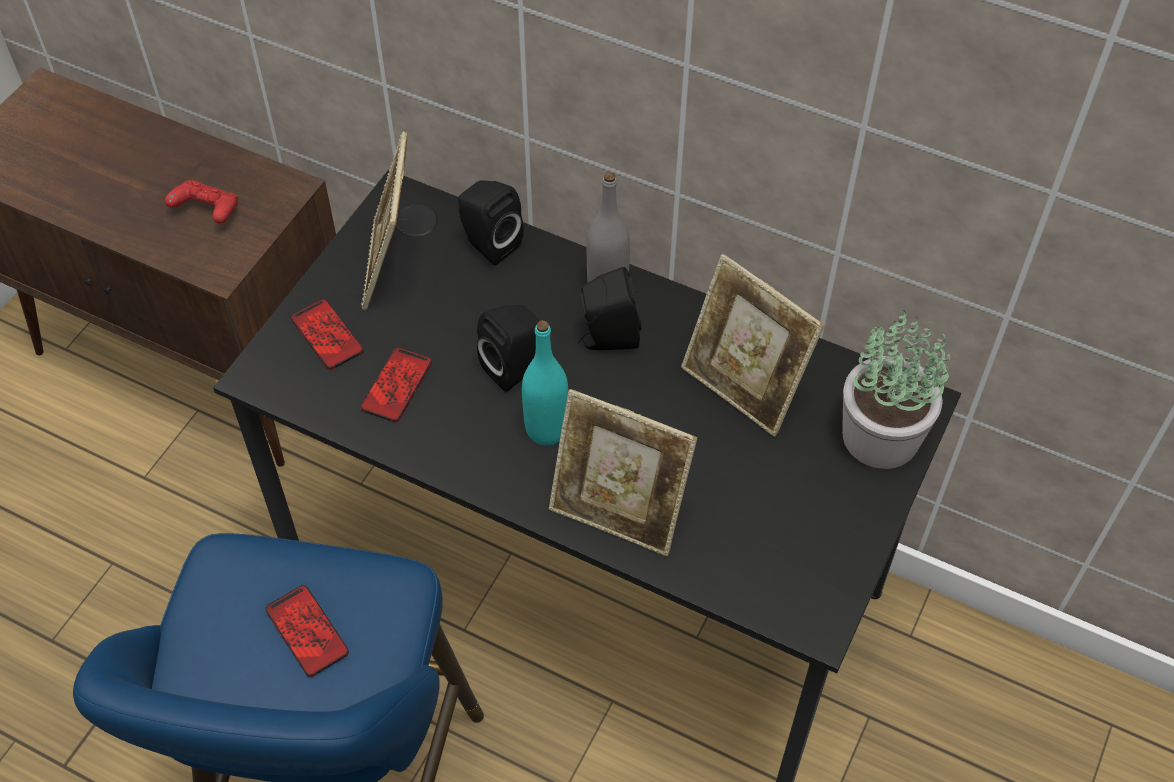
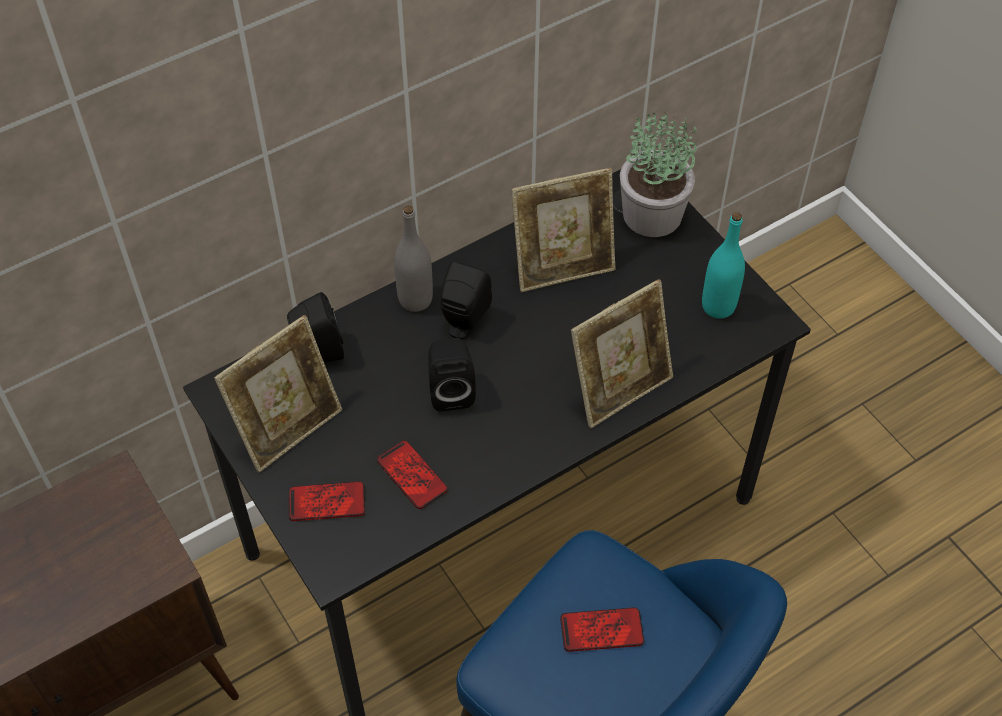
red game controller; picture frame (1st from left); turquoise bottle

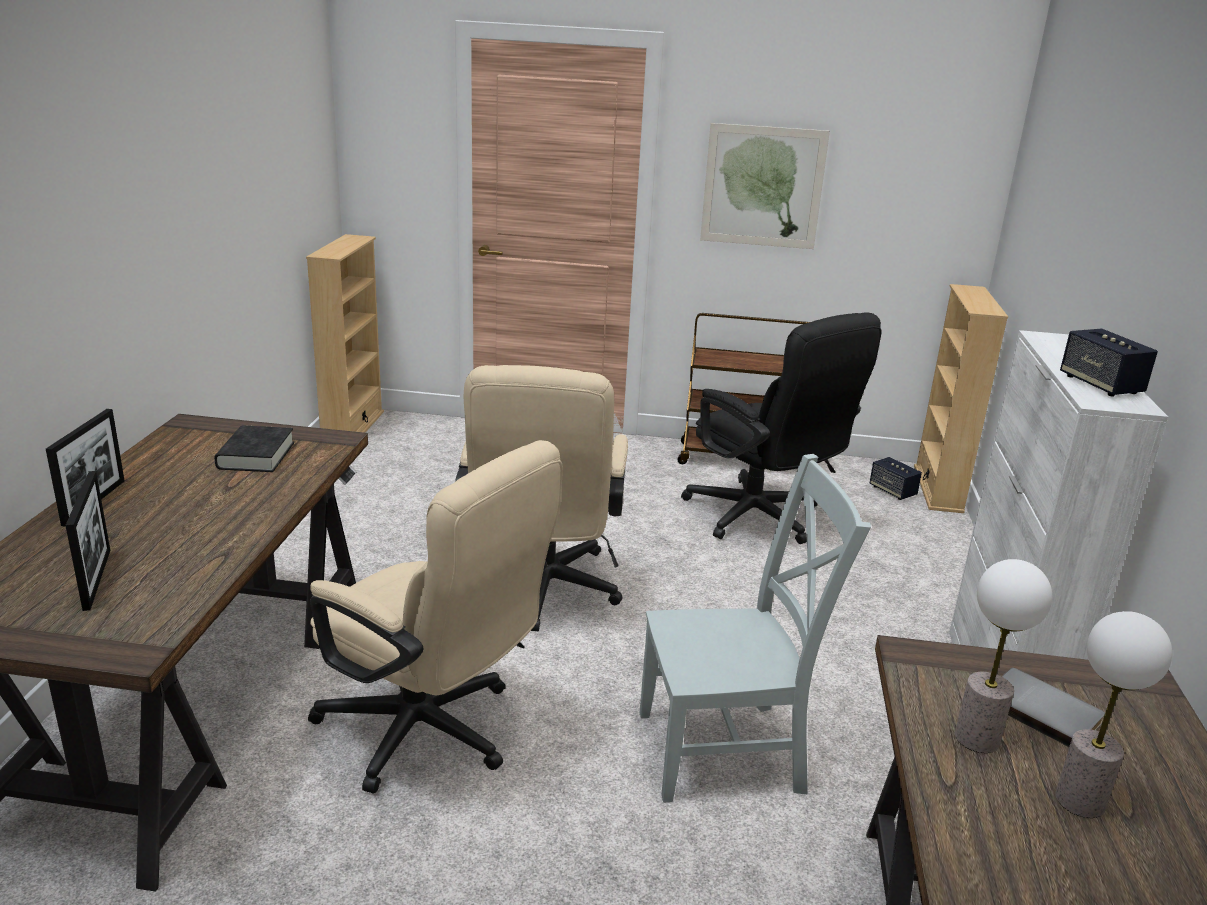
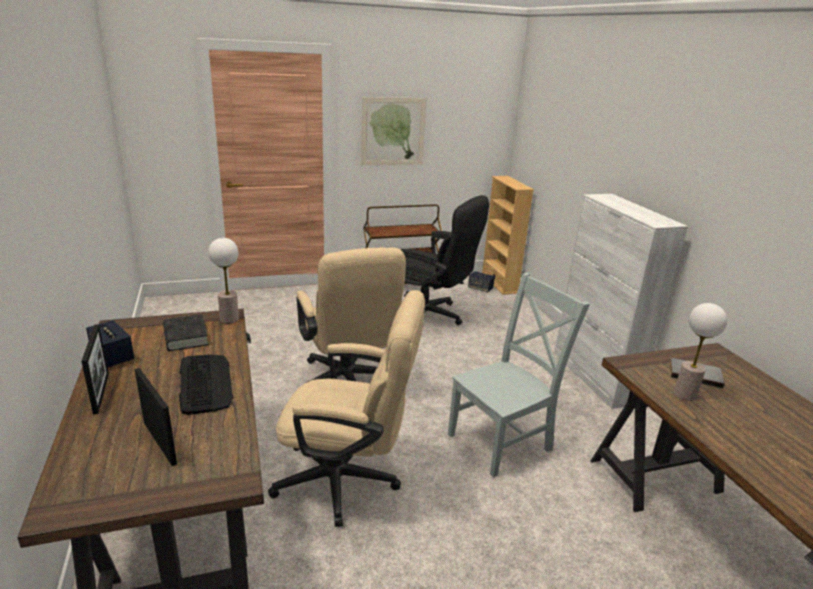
beige bookcase (1st from left in the first image); table lamp (1st from left); speaker (1st from left); keyboard

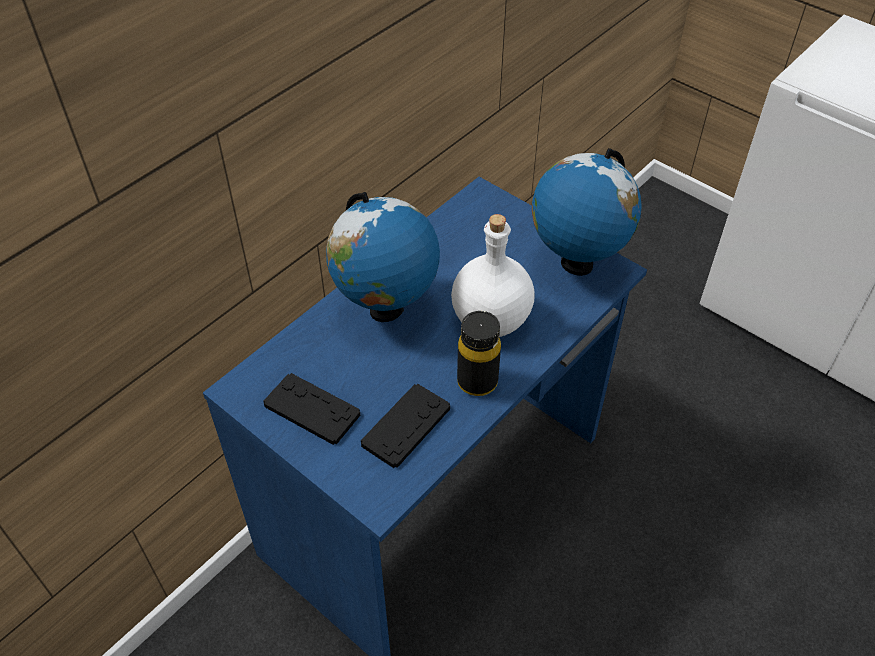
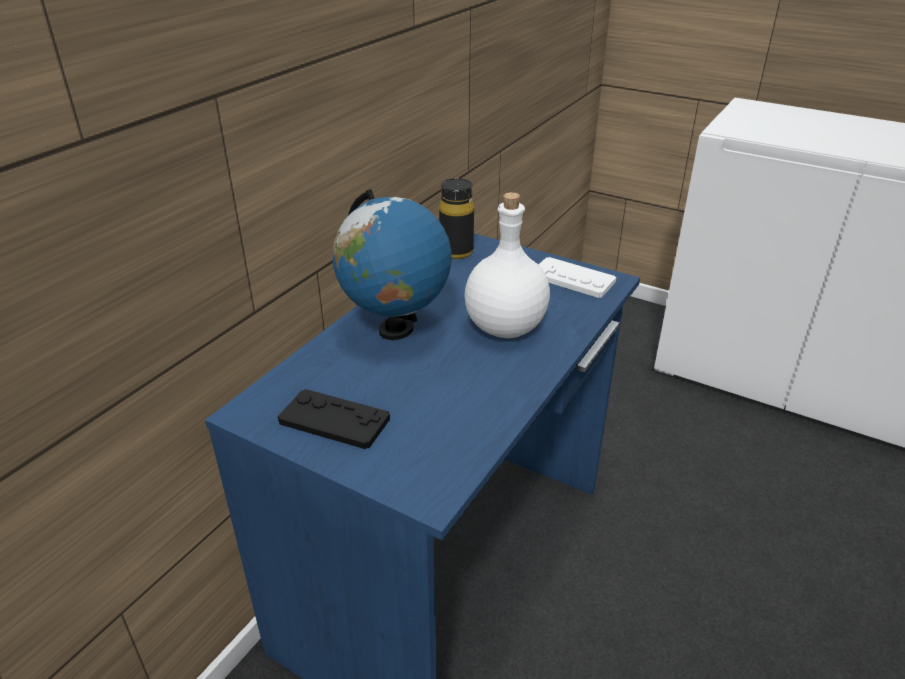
black game controller (2nd from left in the first image); black bottle; white game controller

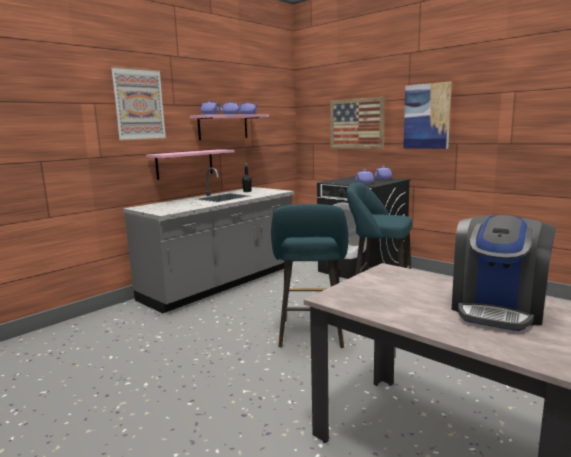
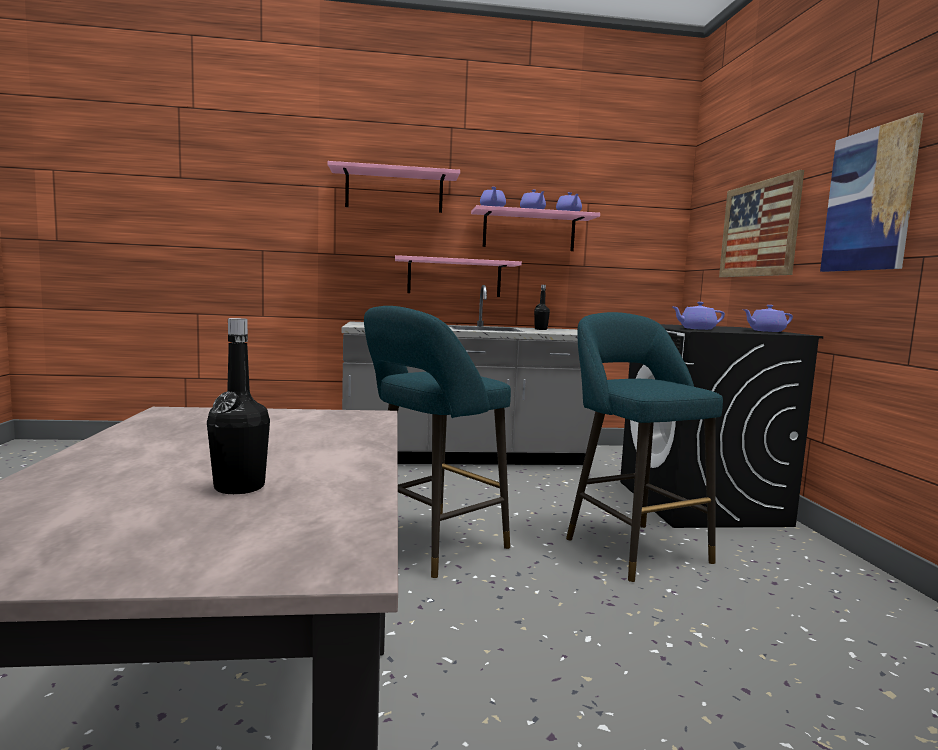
pink shelf (1st from left); black bottle (1st from left)

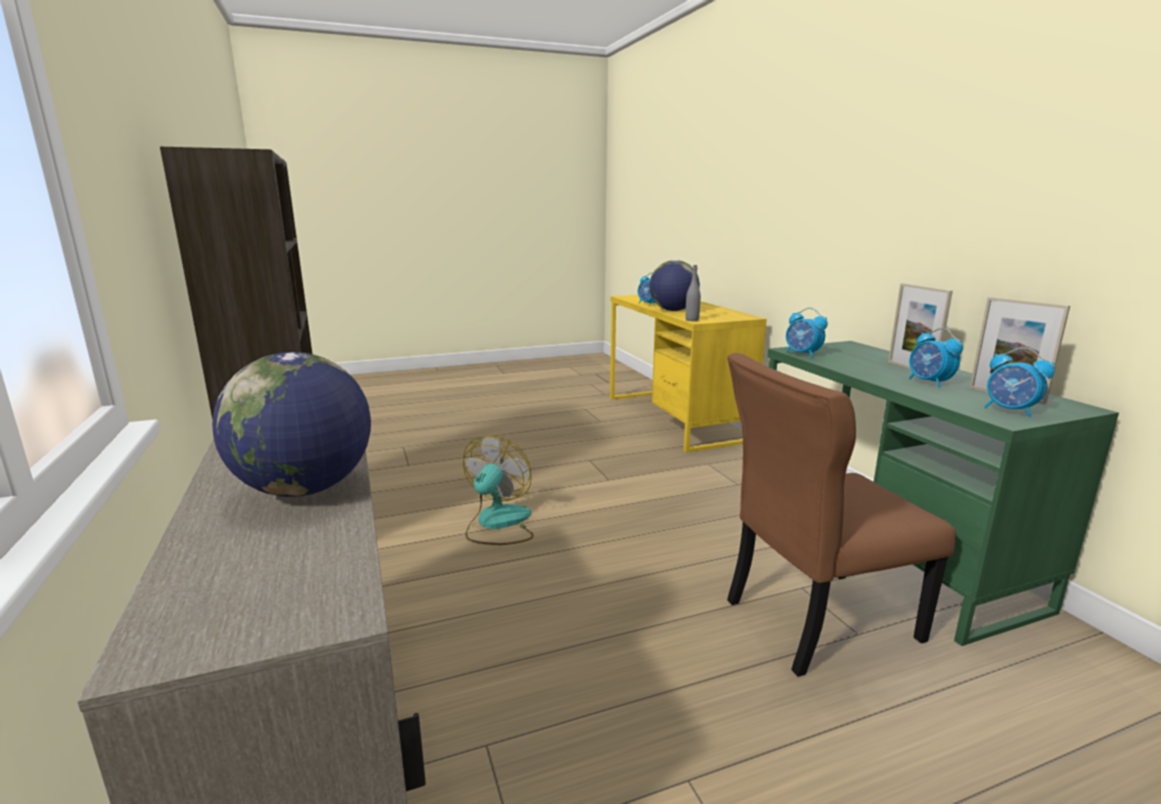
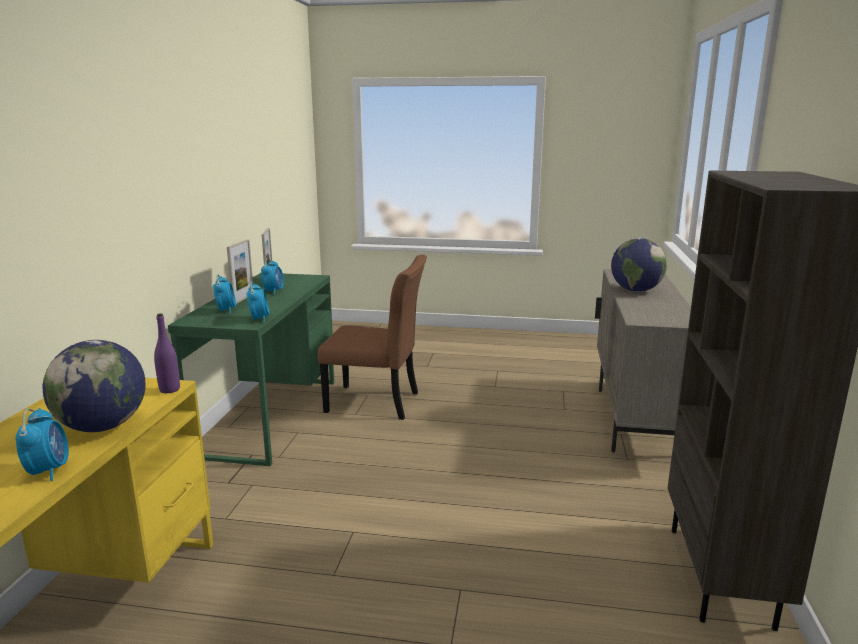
fan; purple bottle; alarm clock (2nd from left)

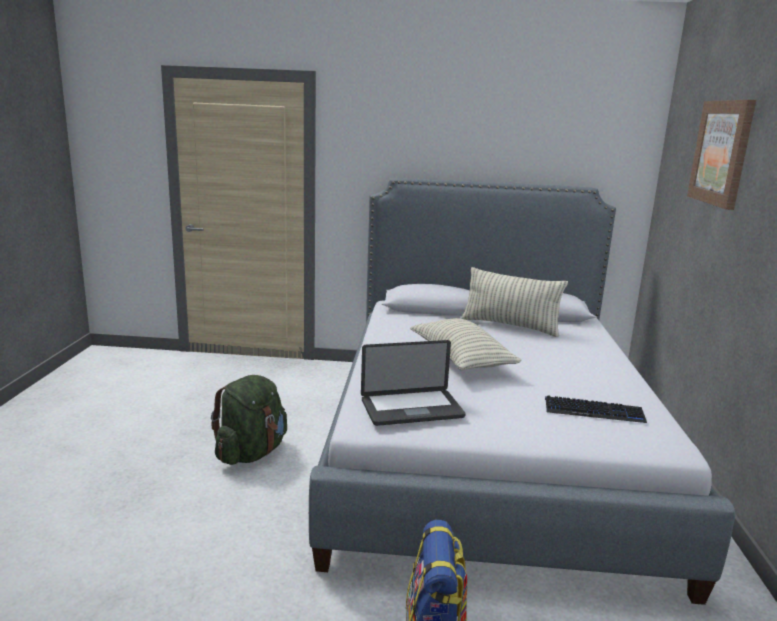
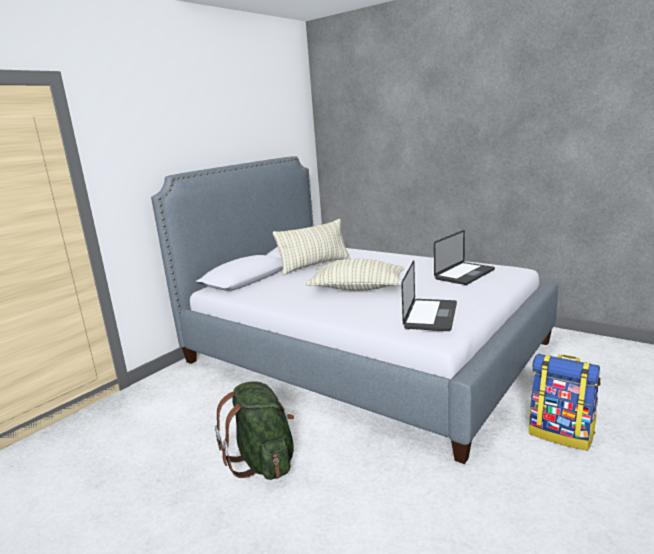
laptop (2nd from left); picture

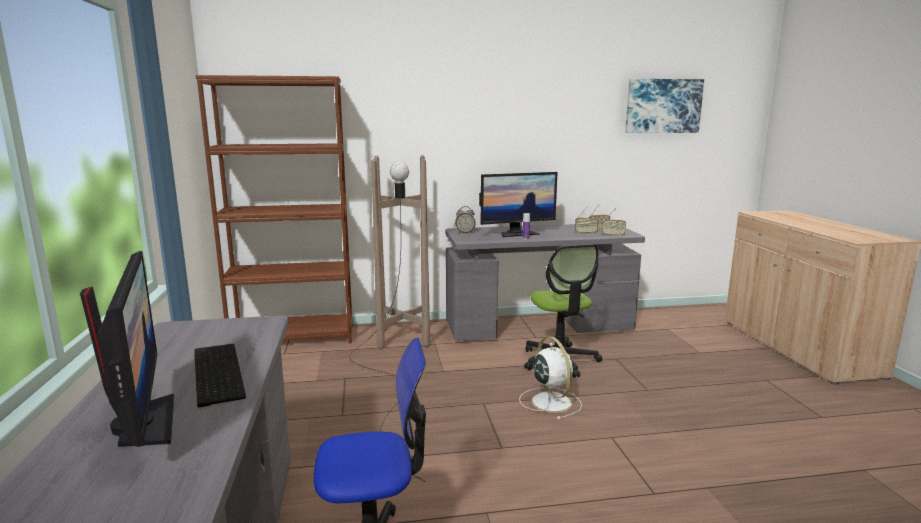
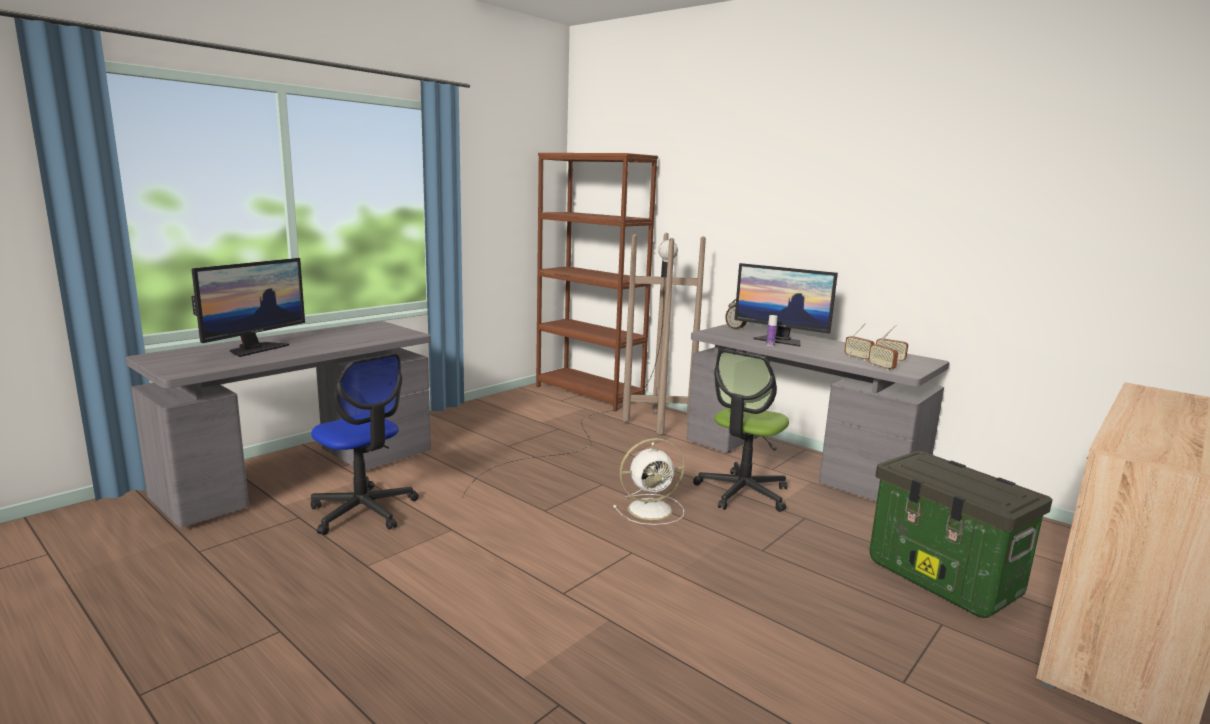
keyboard; white fan; picture; storage box

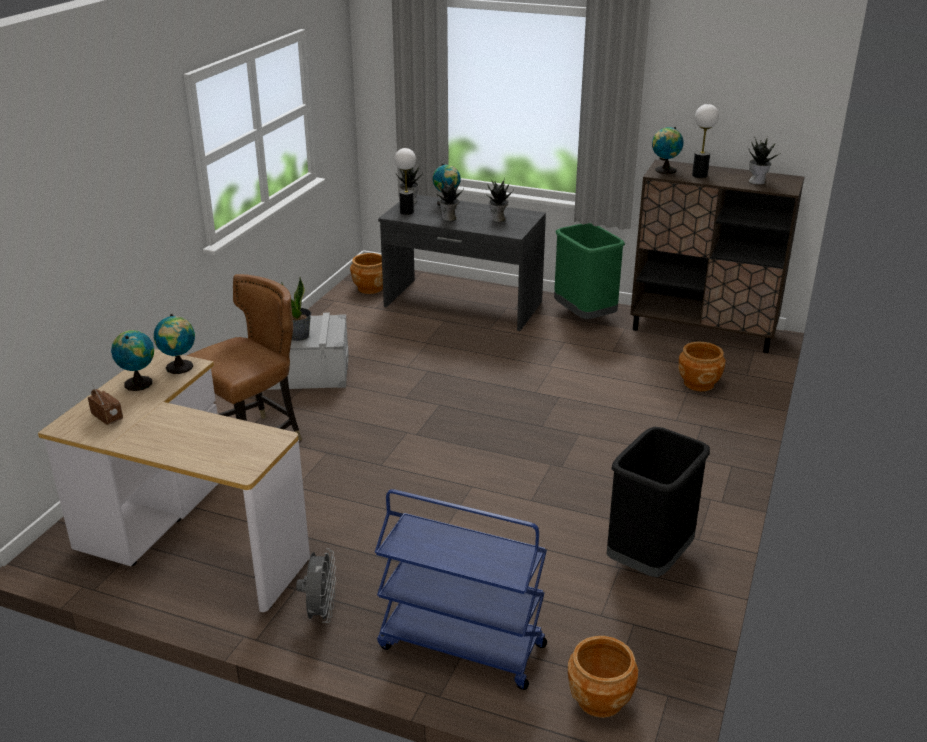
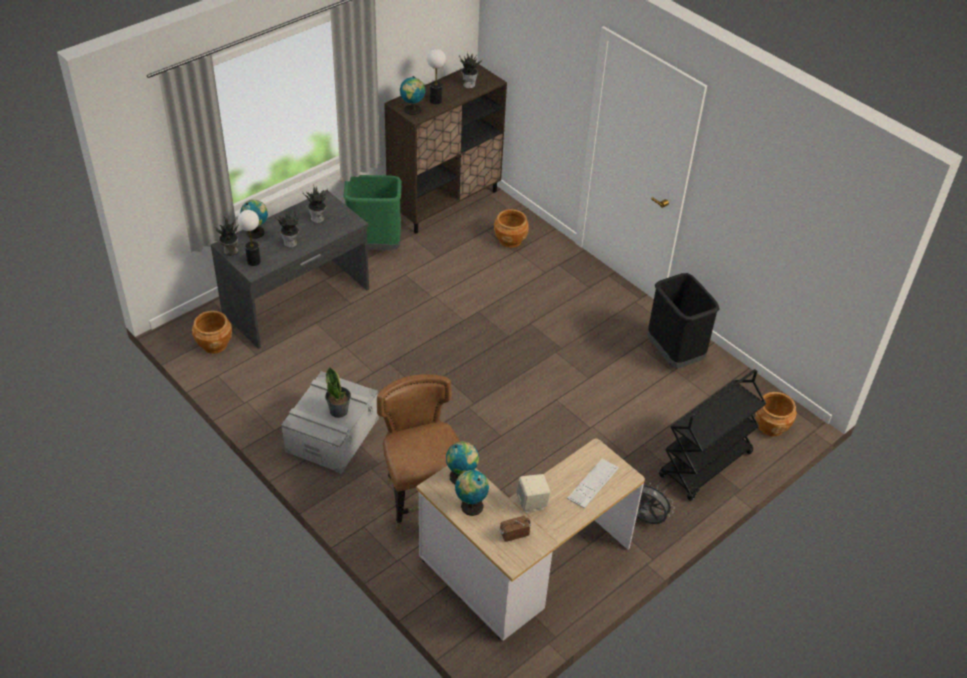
black cart; beige speaker; keyboard

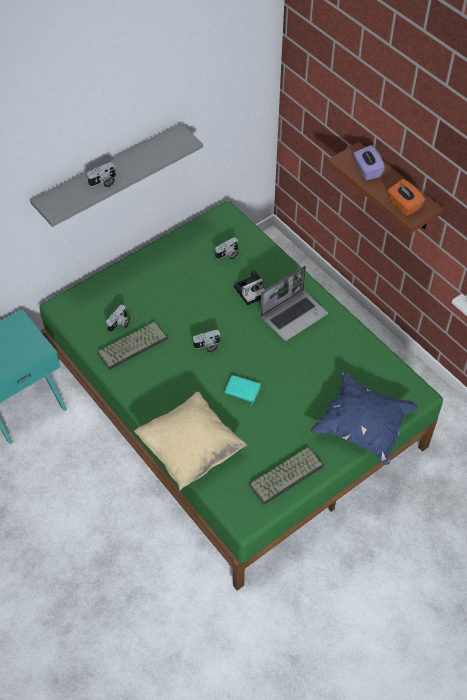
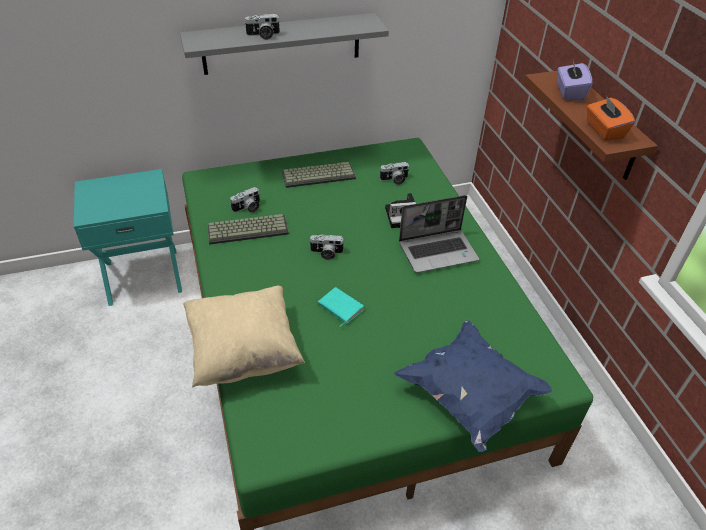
keyboard (2nd from left)

